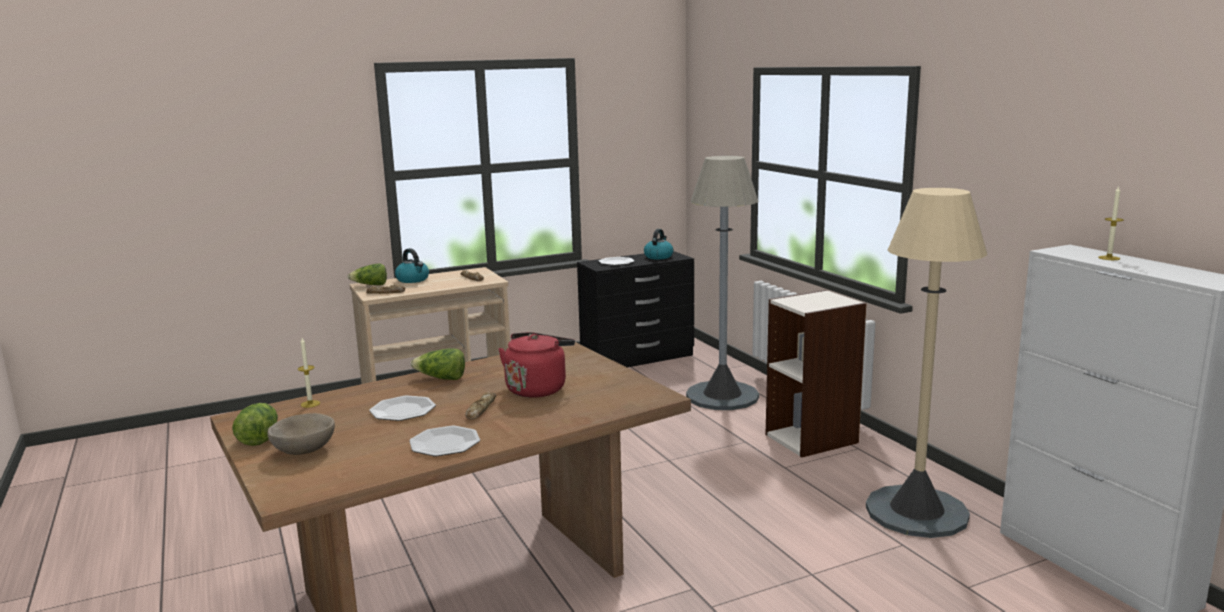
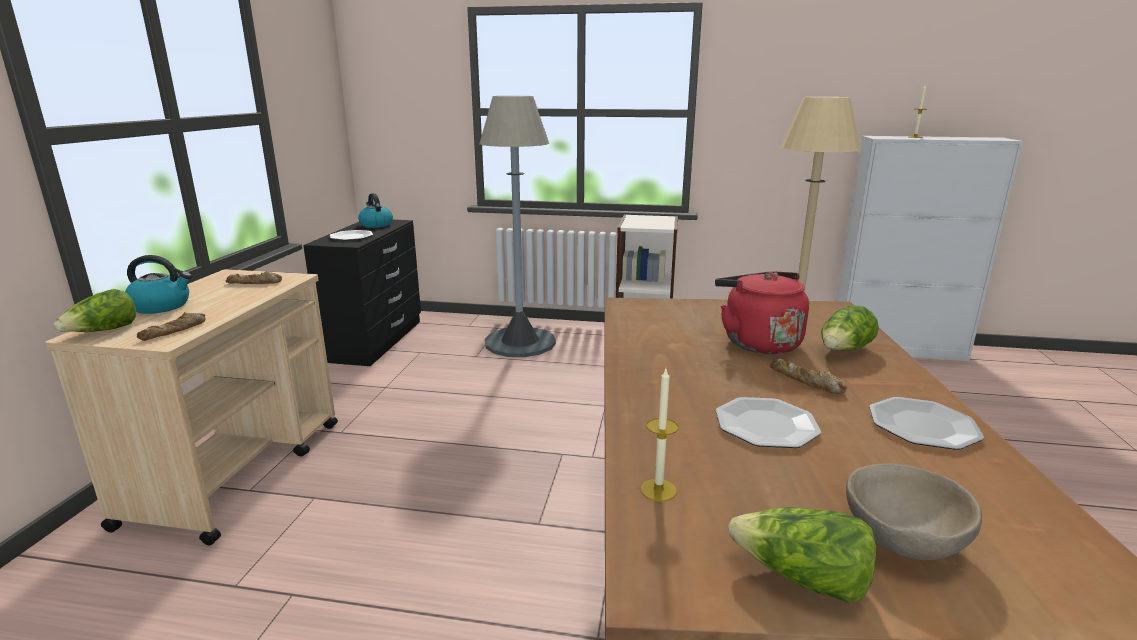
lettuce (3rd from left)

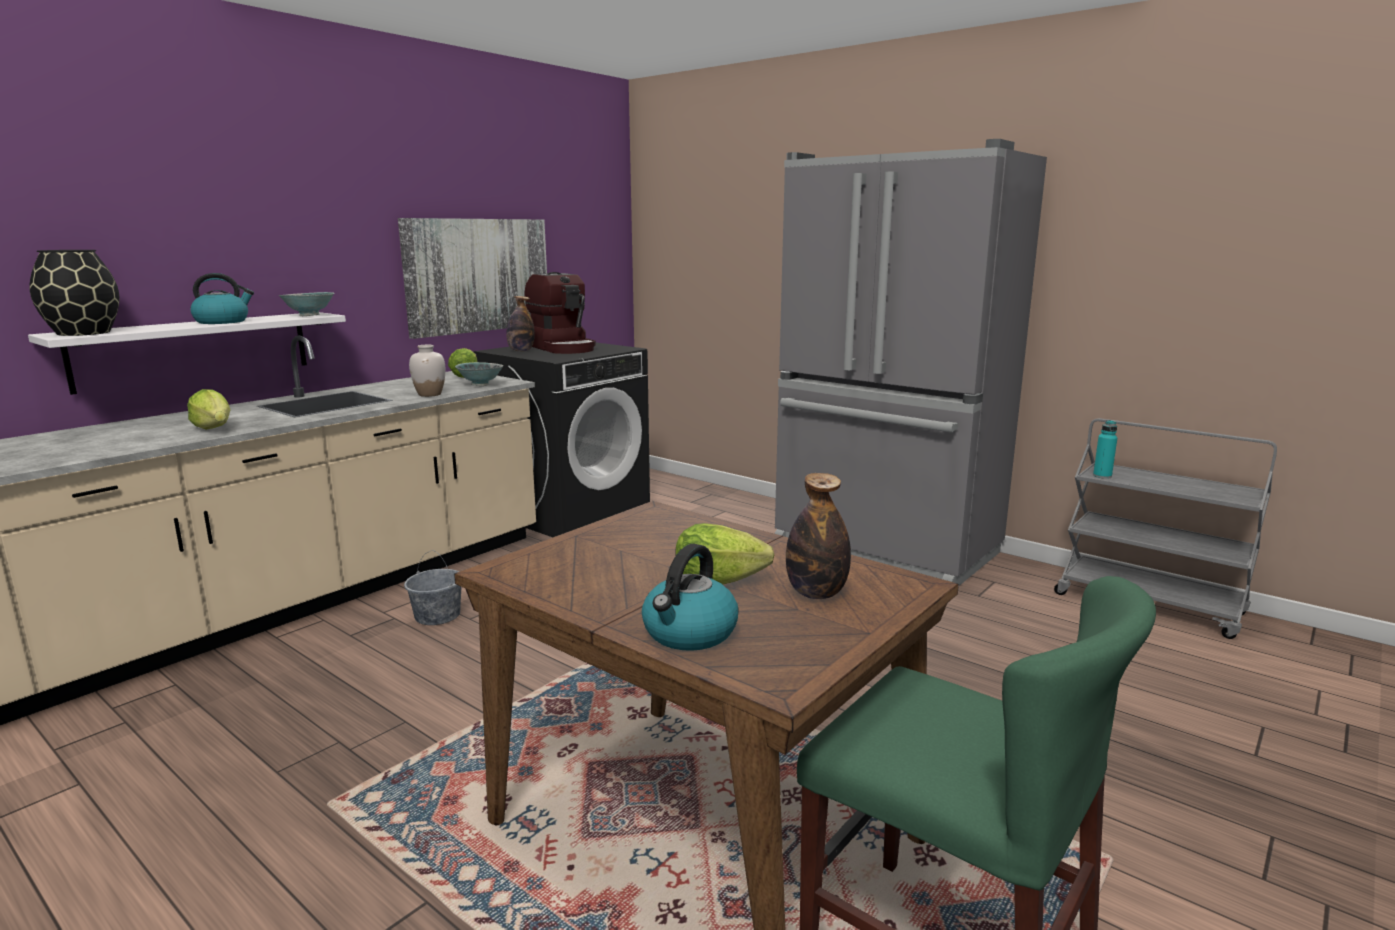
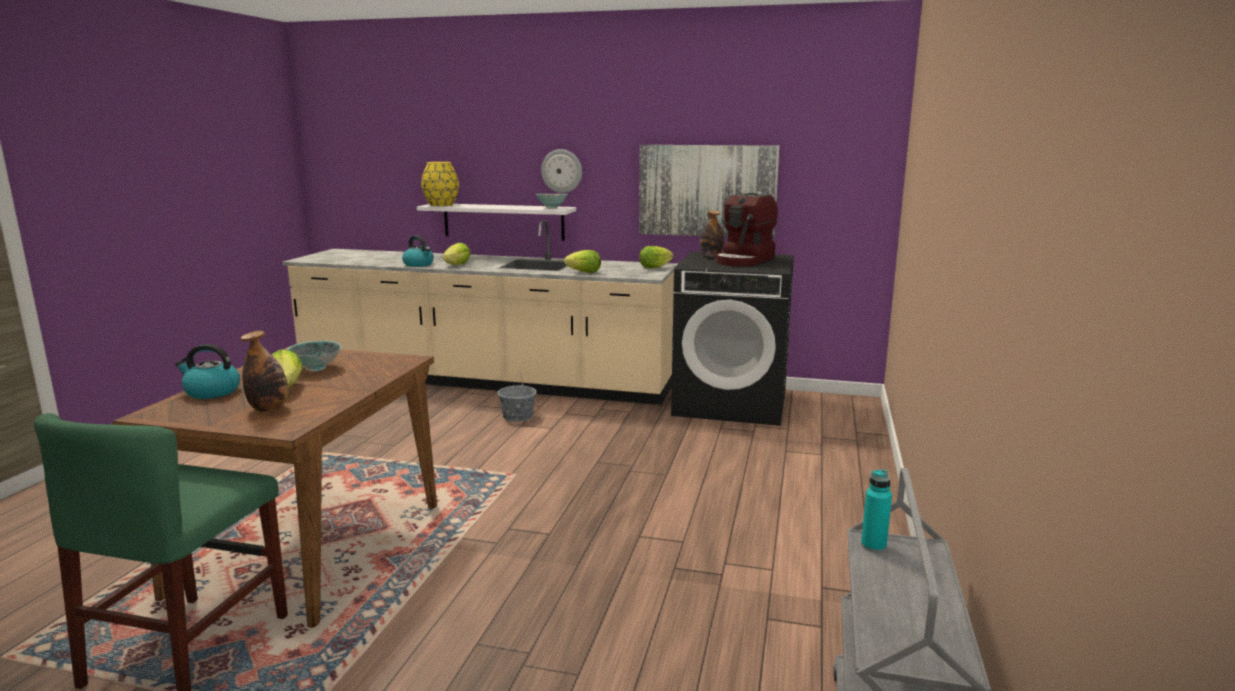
yellow vase; kettle (2nd from left); lettuce (3rd from left); bowl (1st from left); grey fridge; wall clock

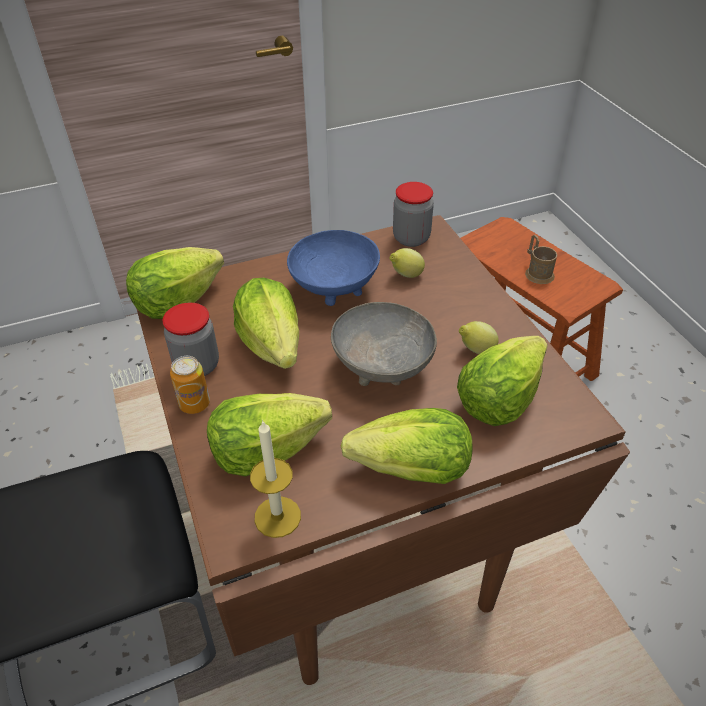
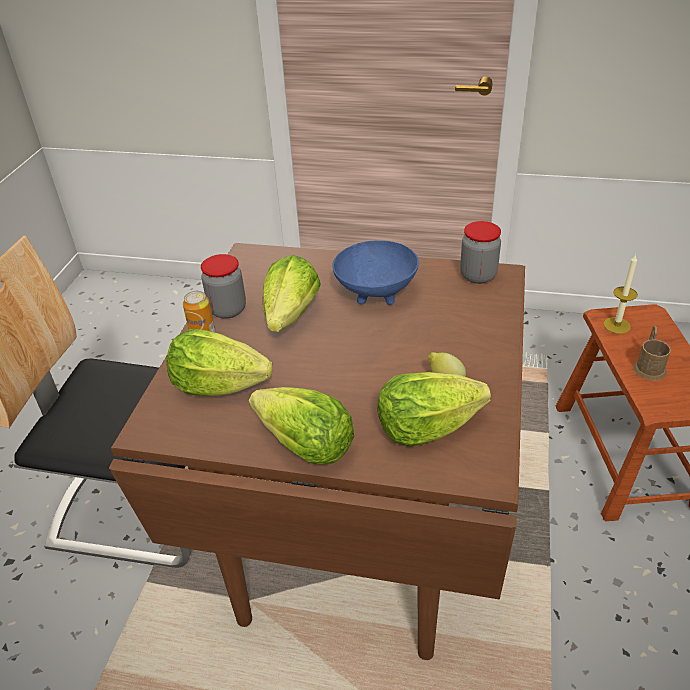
lettuce (1st from left in the first image); candle; grey bowl; lemon (1st from left in the first image)

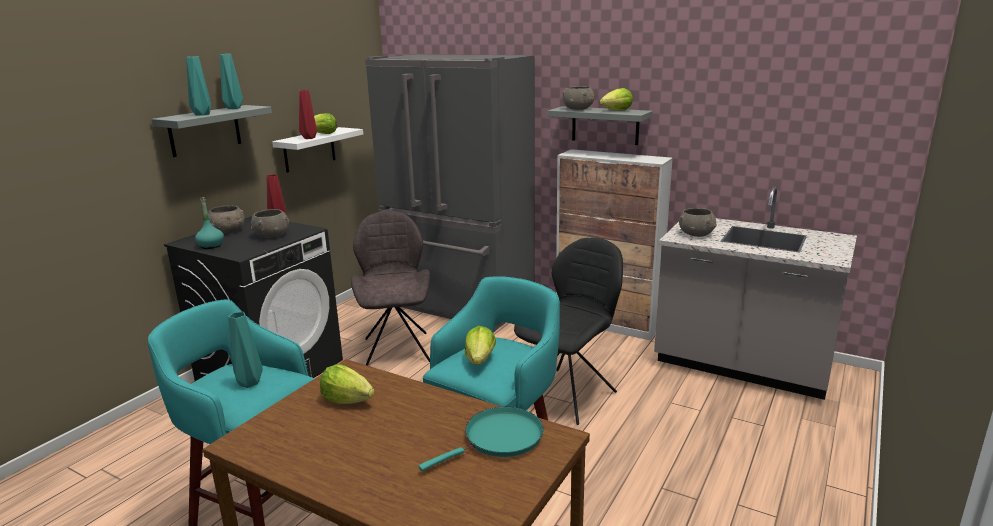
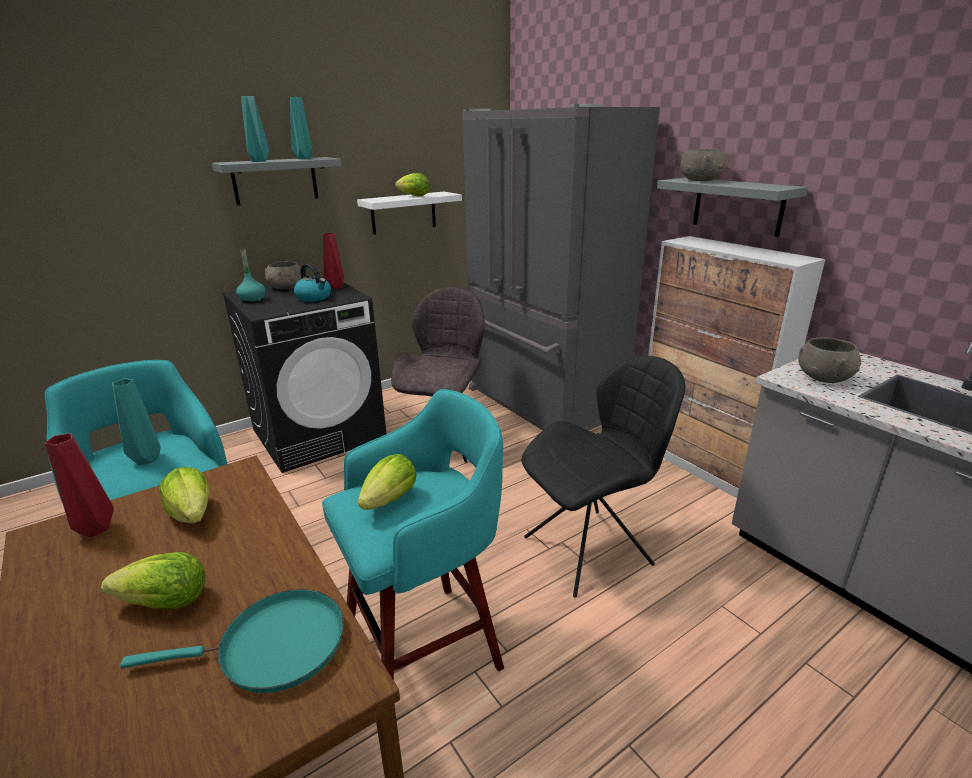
kettle; red vase (1st from left); lettuce (1st from left)

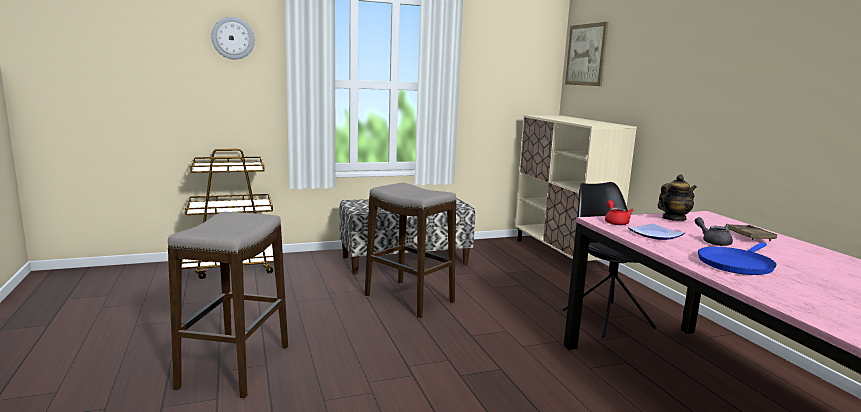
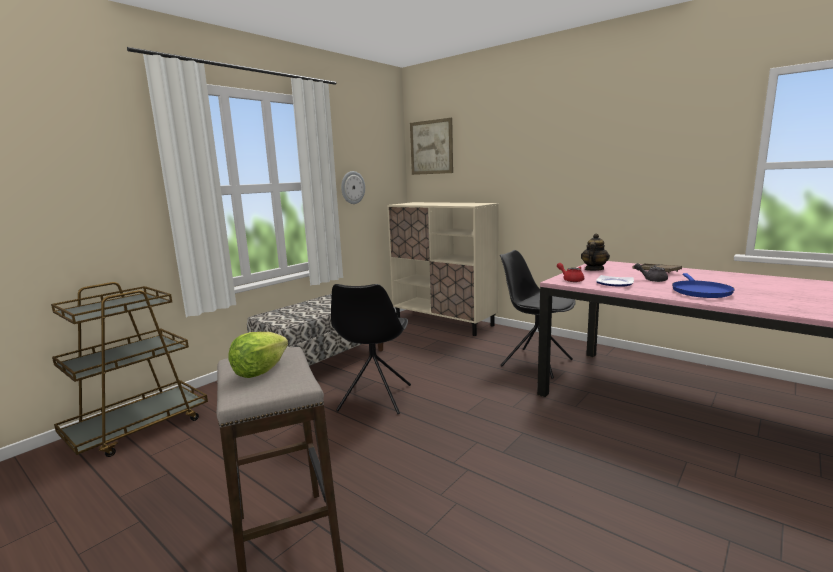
wall clock; black chair (1st from left); lettuce

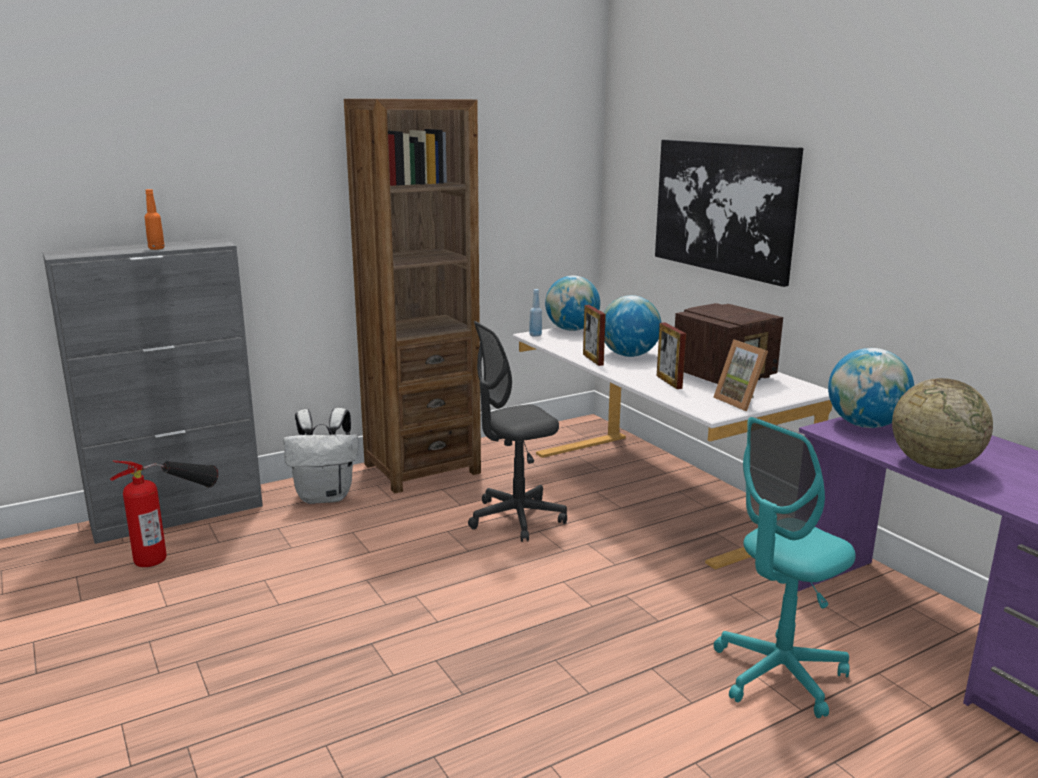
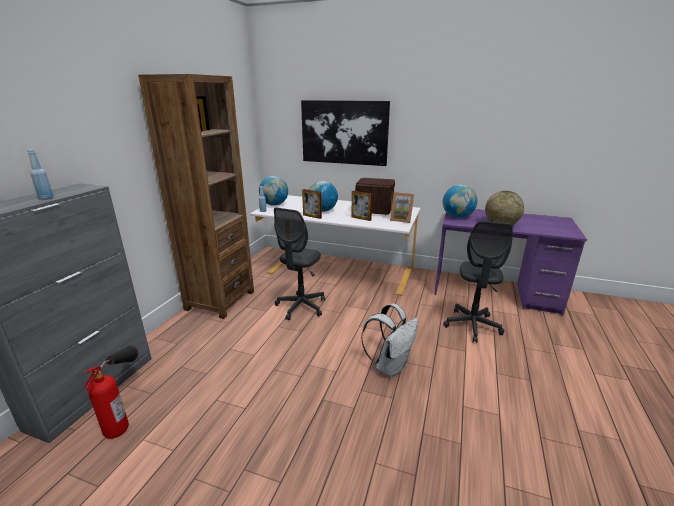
blue bottle (1st from left); white backpack; grey office chair (2nd from left)

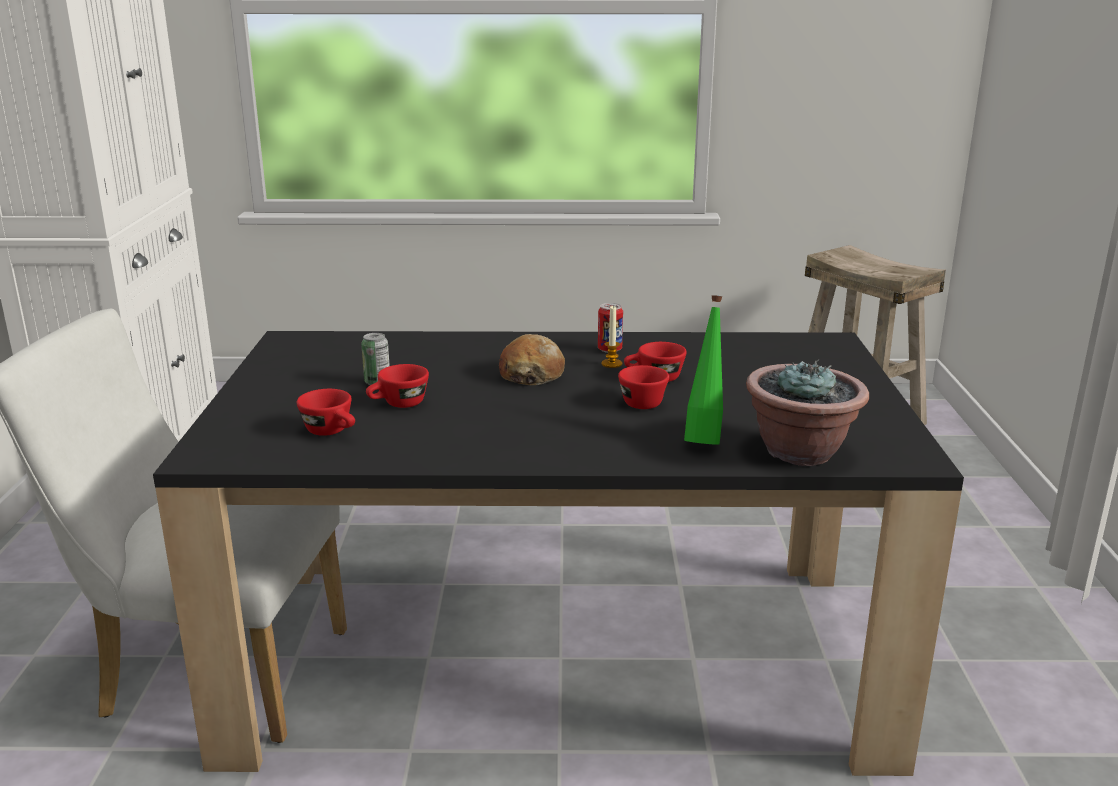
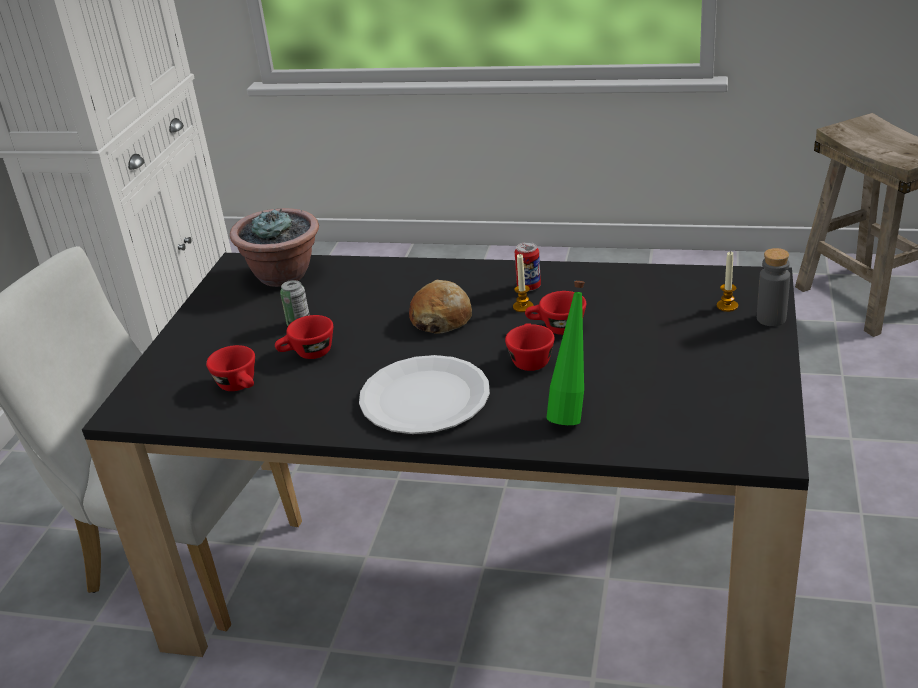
potted plant; white plate; candle (2nd from left); grey bottle

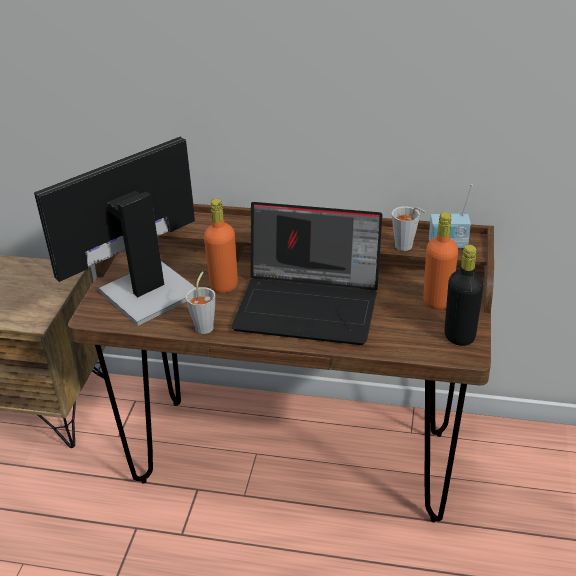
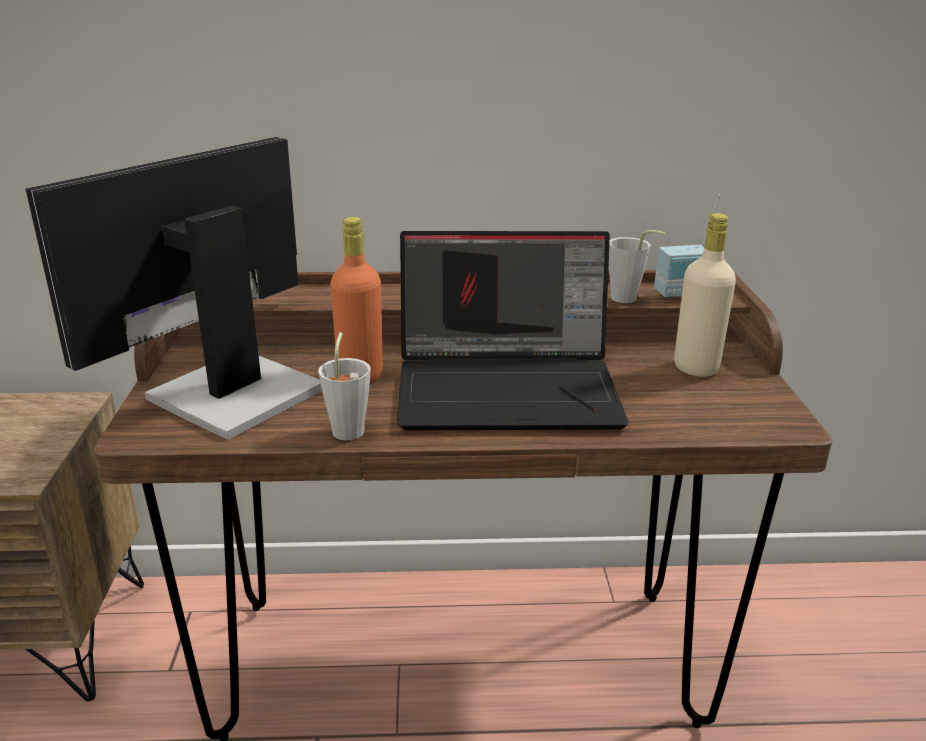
beige bottle; black bottle

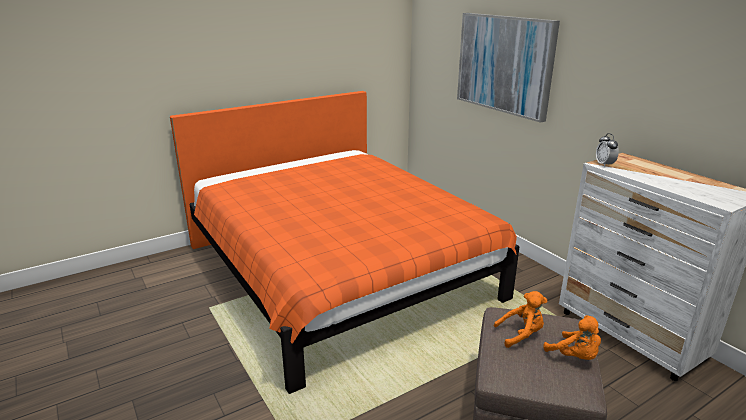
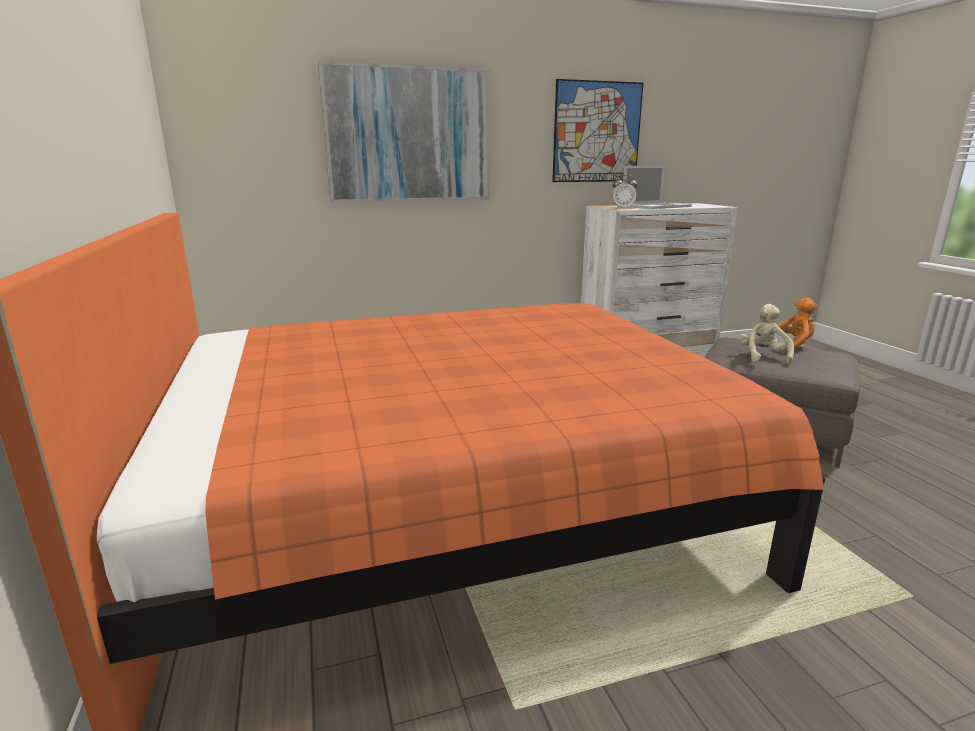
beige plush toy; picture (2nd from left); laptop

